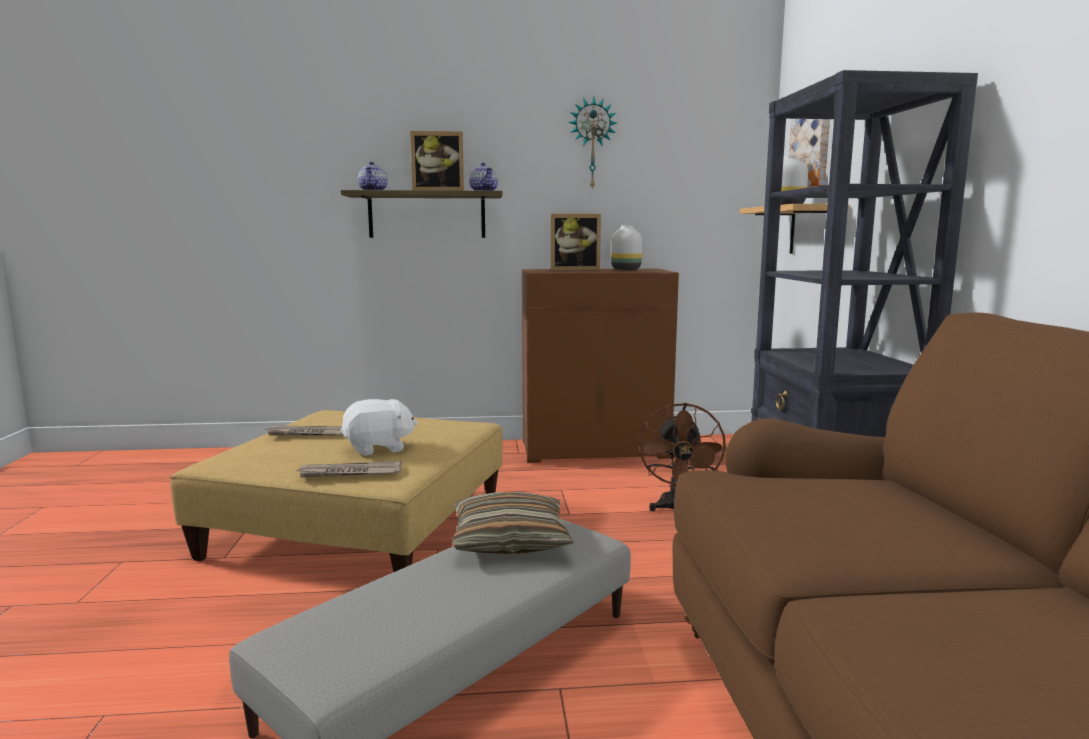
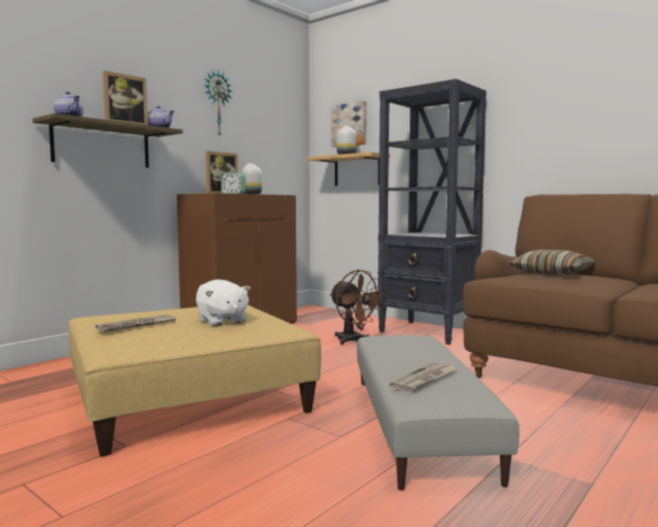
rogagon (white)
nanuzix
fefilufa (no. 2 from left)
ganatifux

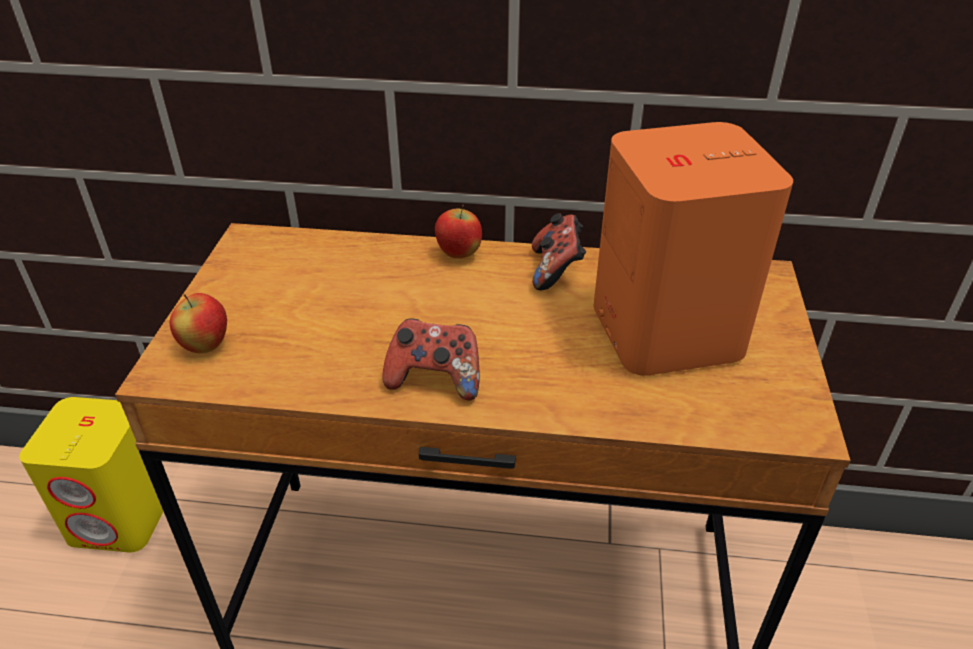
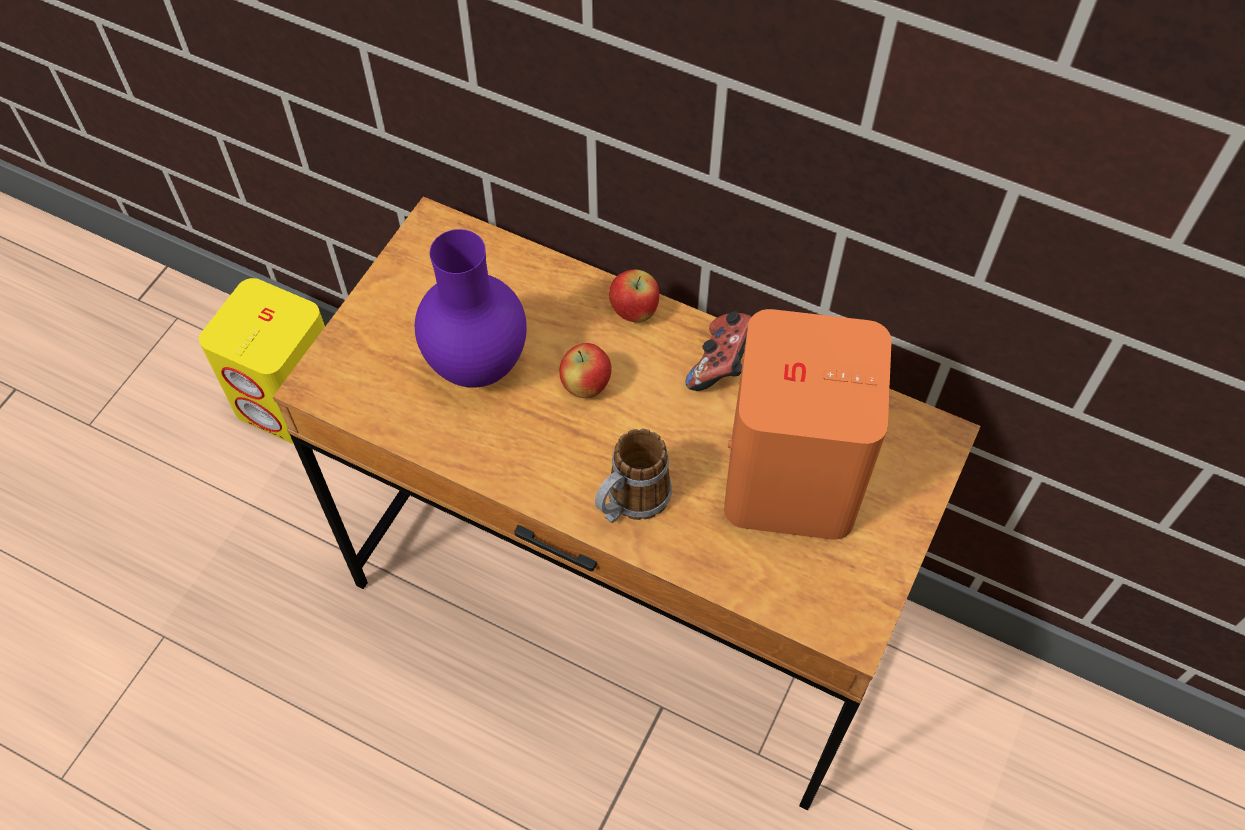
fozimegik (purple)
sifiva (no. 1 from left)
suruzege
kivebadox (no. 1 from left in the first image)

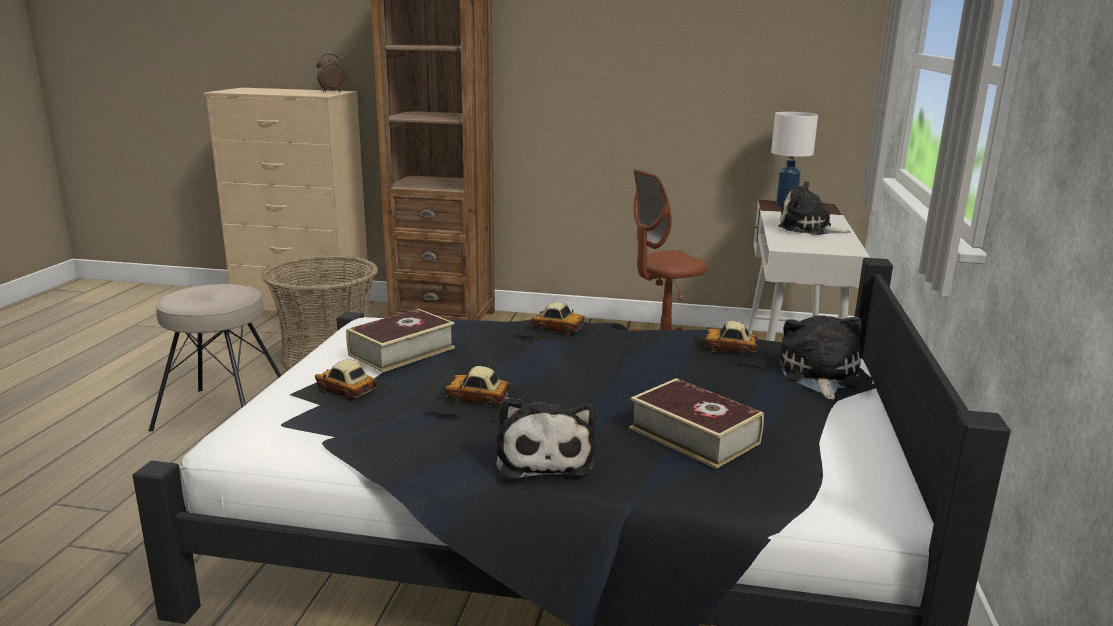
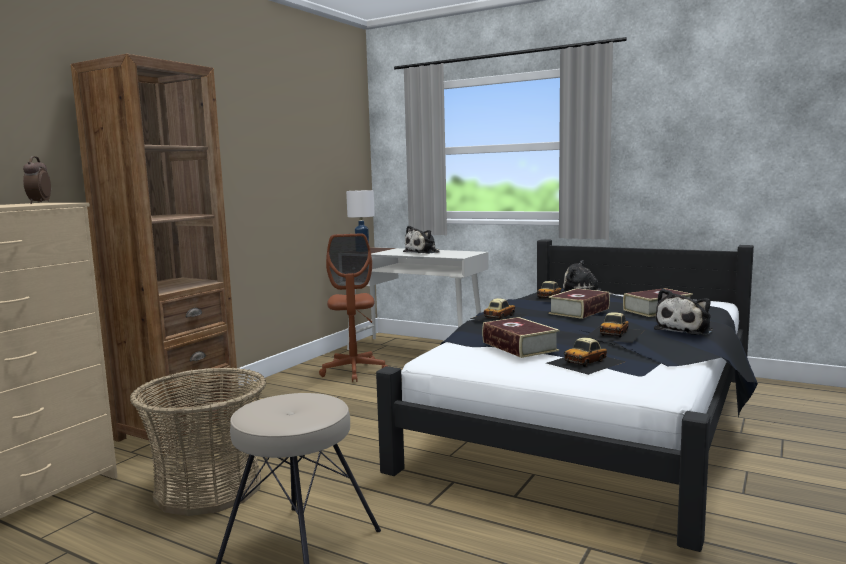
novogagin (no. 2 from left)
rogagon (no. 3 from left)

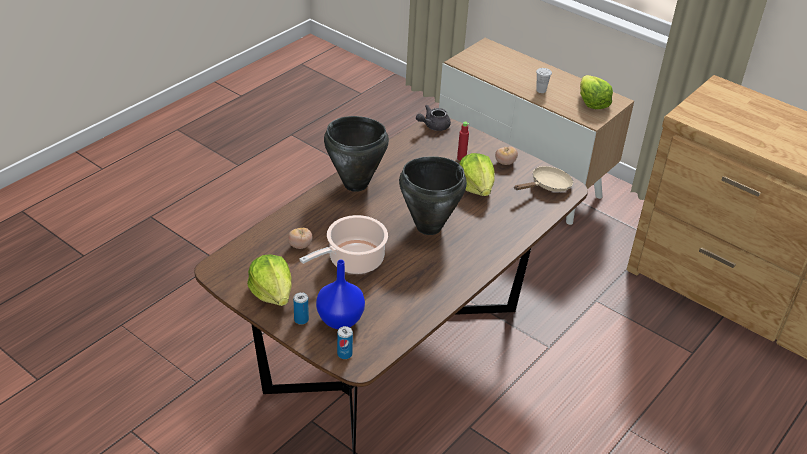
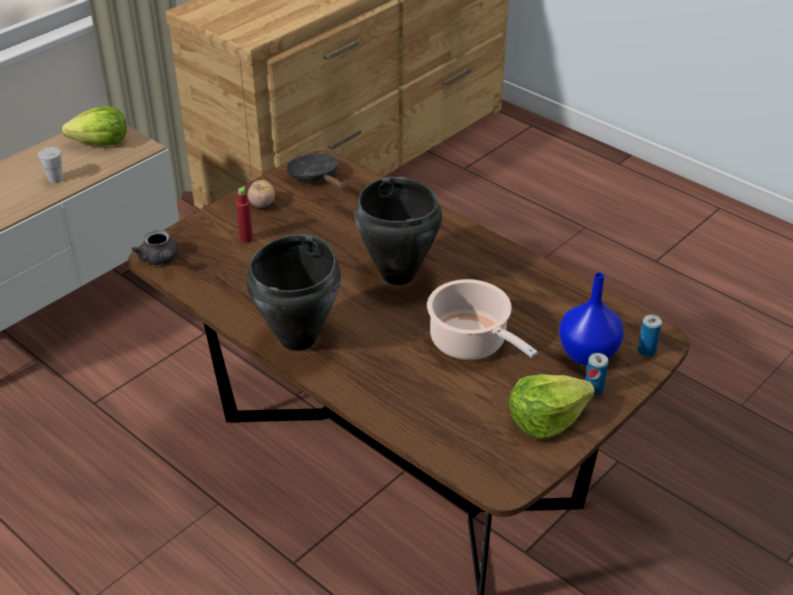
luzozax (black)
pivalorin (no. 1 from left in the first image)
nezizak (no. 2 from left in the first image)

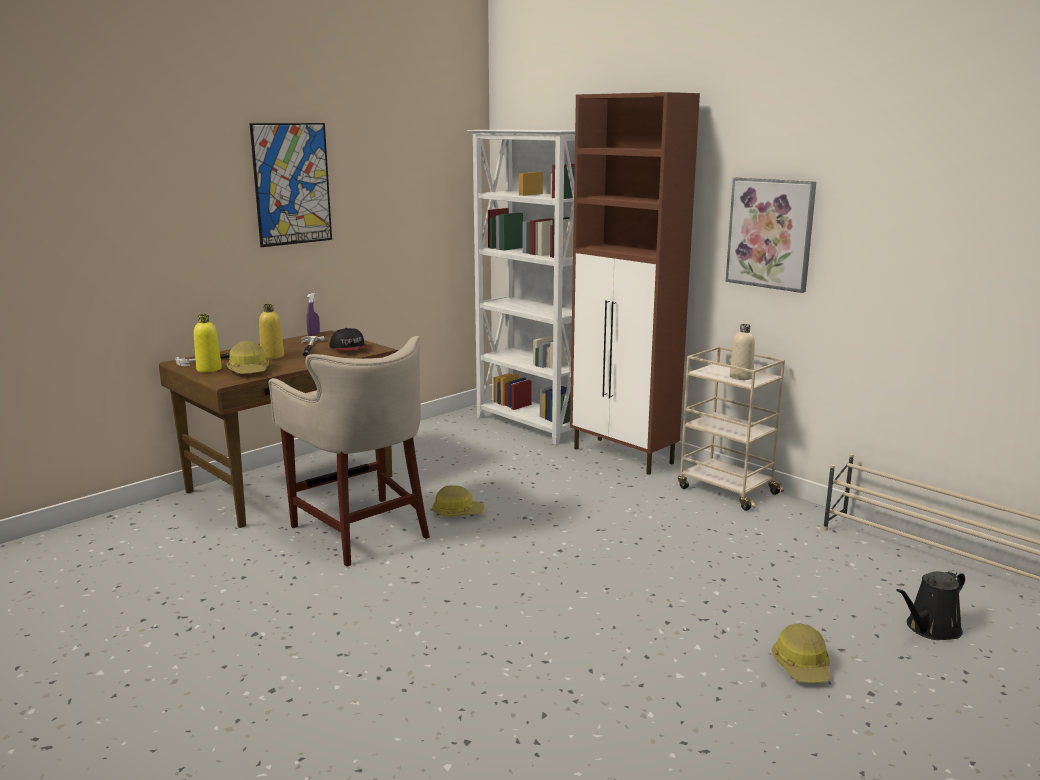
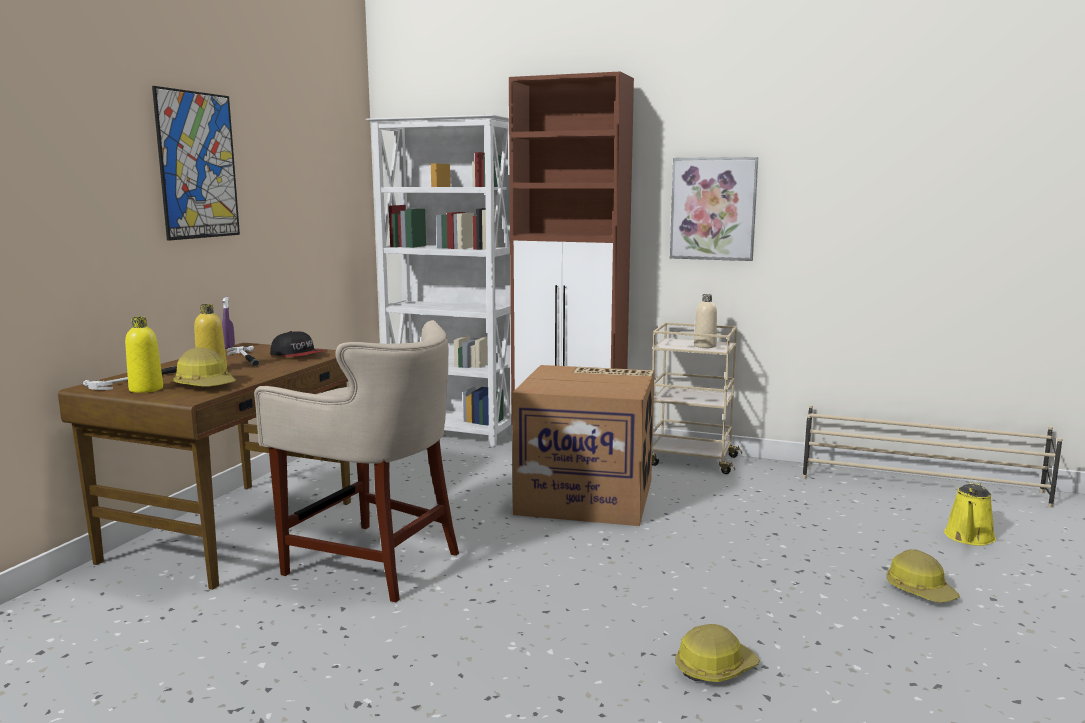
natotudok
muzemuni (no. 2 from left)
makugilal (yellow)

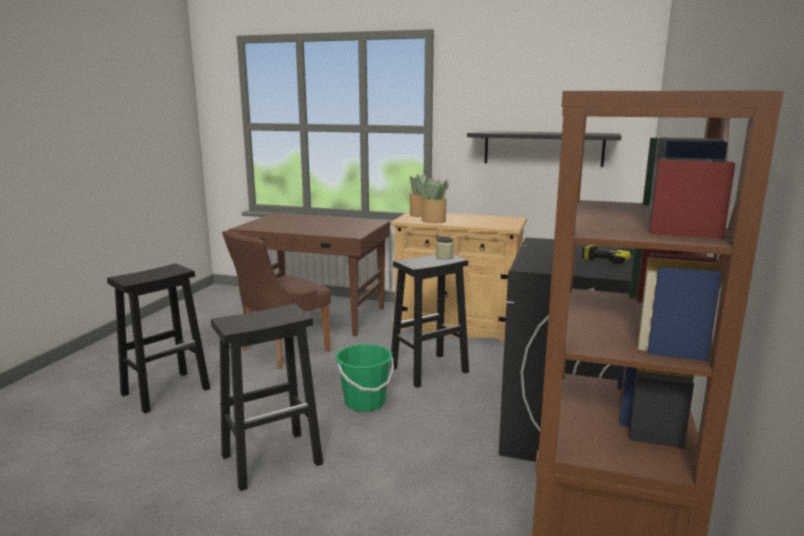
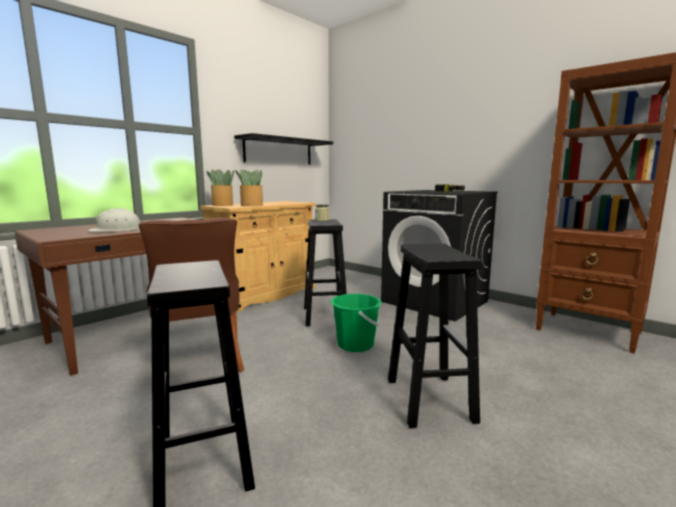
muzemuni (white)

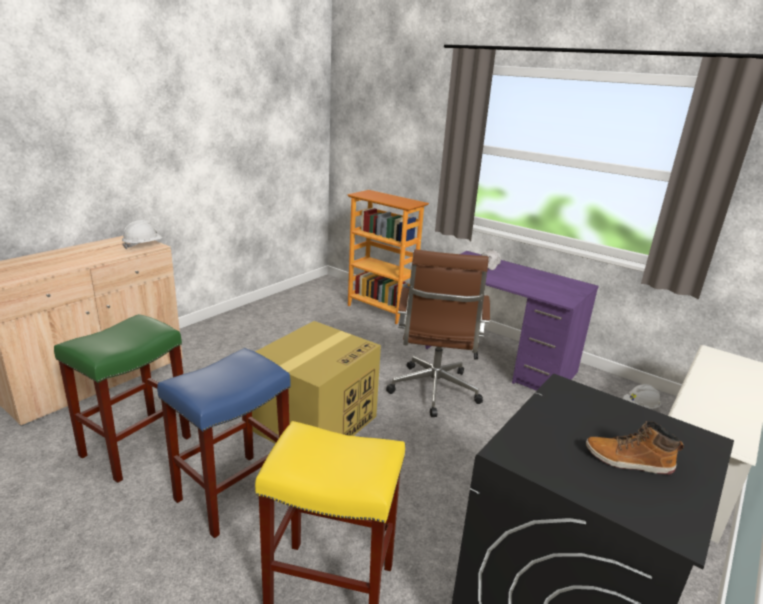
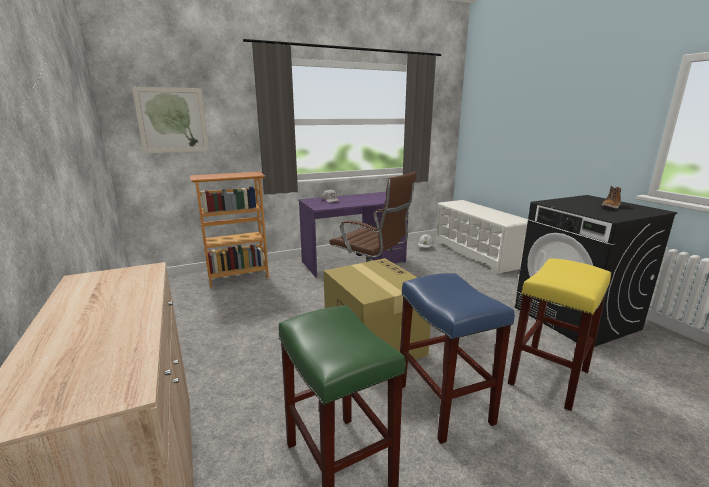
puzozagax
muzemuni (white) (no. 1 from left in the first image)

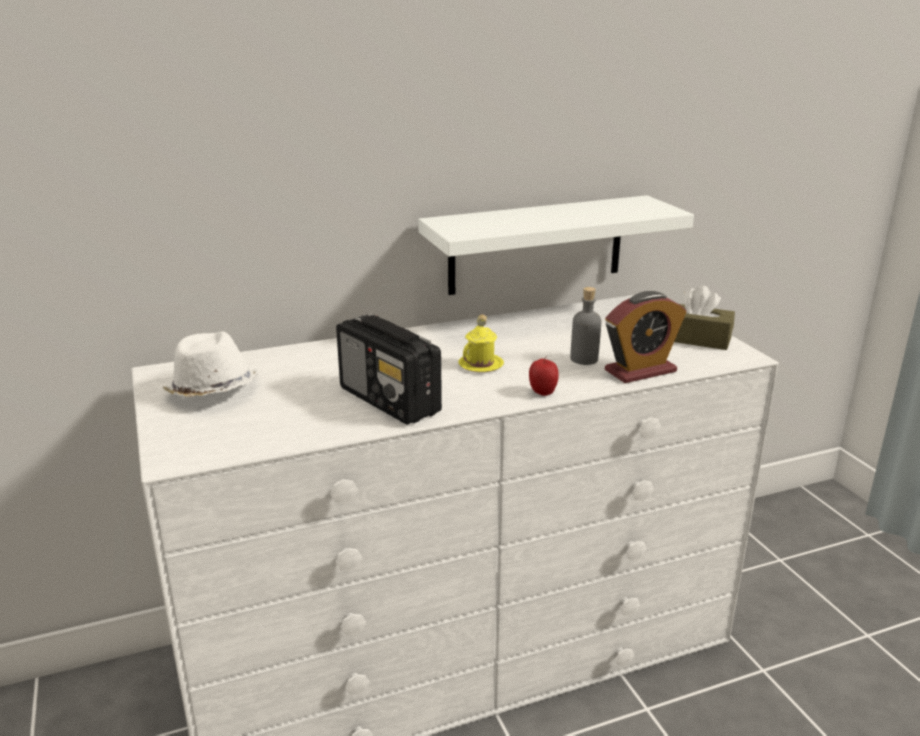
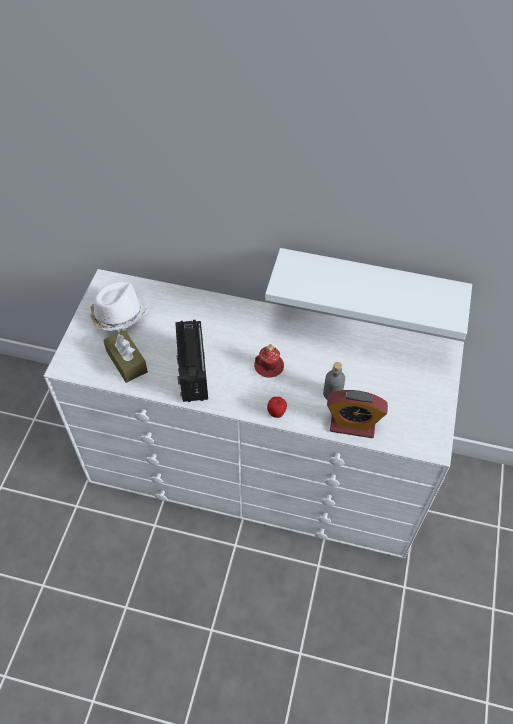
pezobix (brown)
suruzege (red)

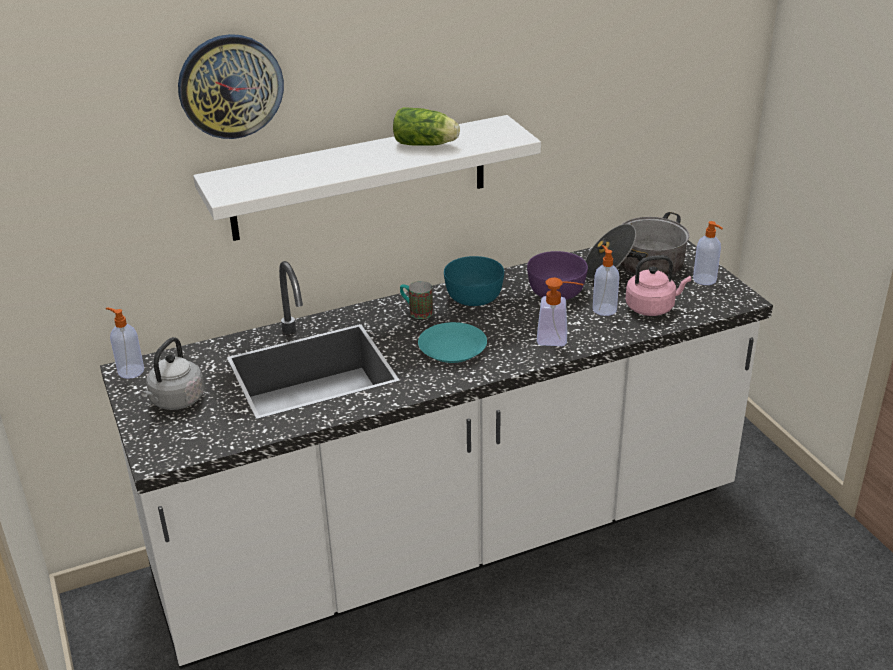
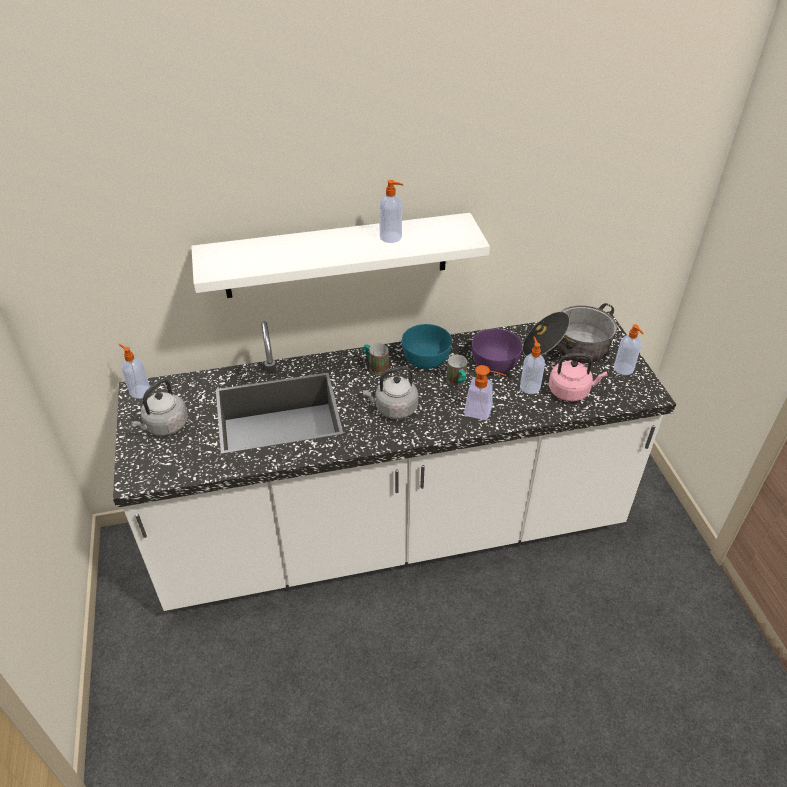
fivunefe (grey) (no. 2 from left)
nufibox (no. 2 from left)
suruzege (no. 2 from left)
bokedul

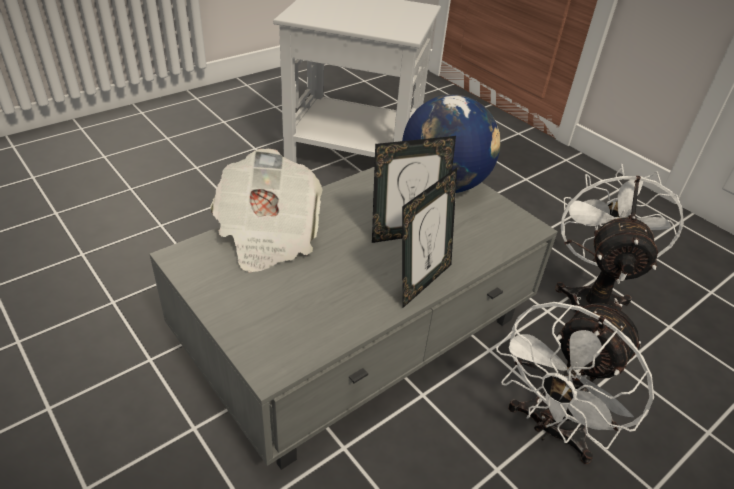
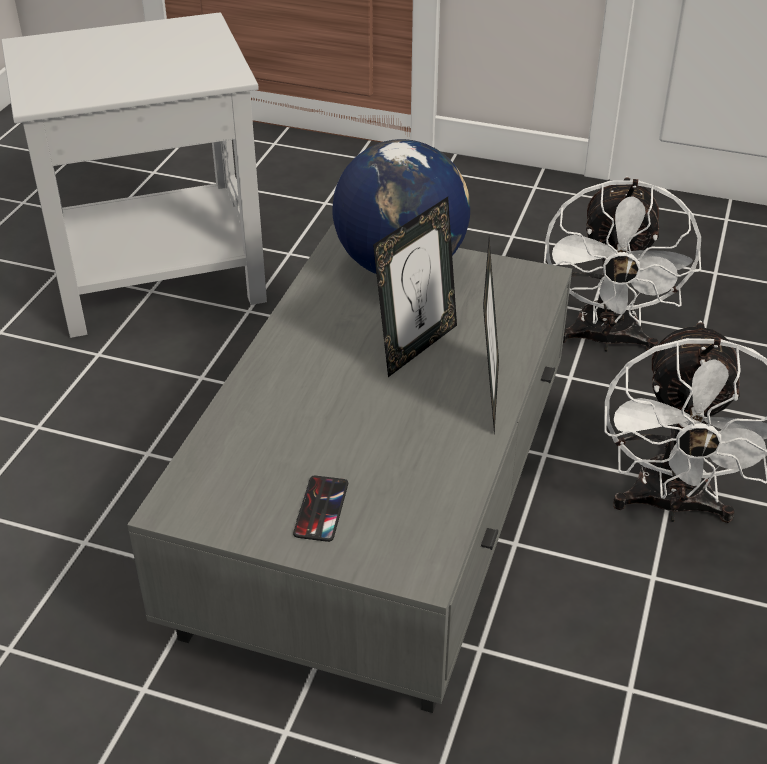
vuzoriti
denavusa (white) (no. 1 from left)
fefilufa

